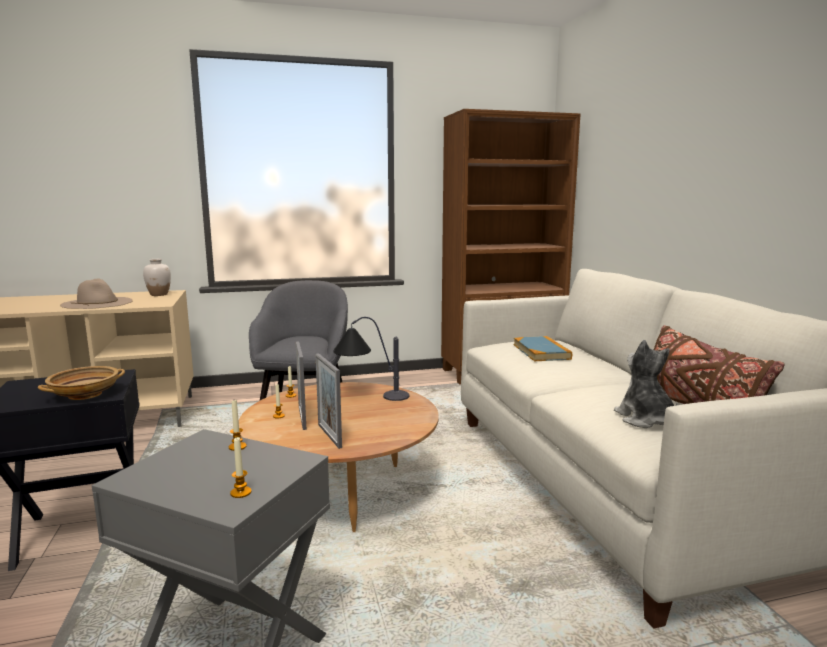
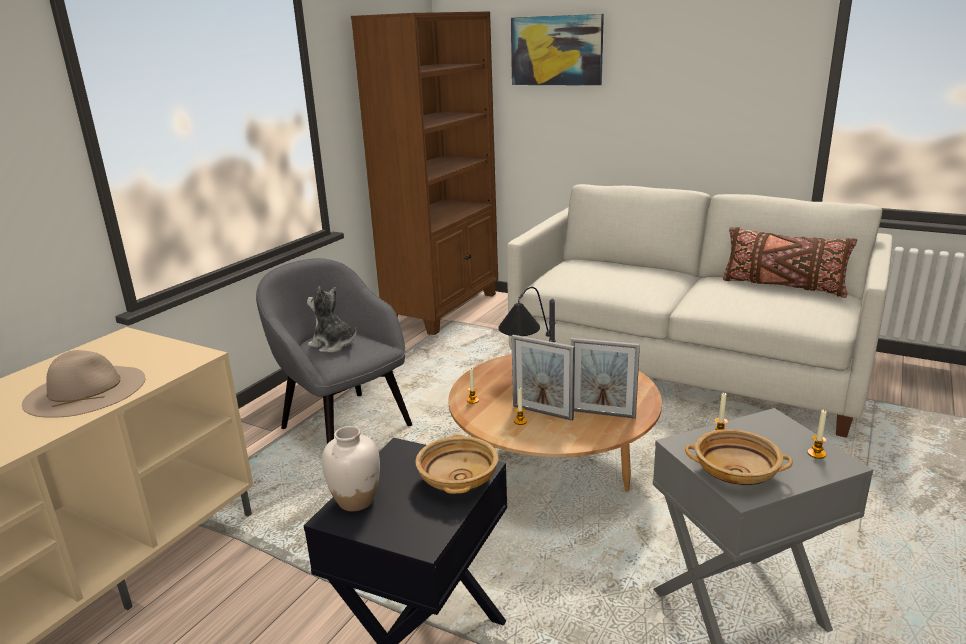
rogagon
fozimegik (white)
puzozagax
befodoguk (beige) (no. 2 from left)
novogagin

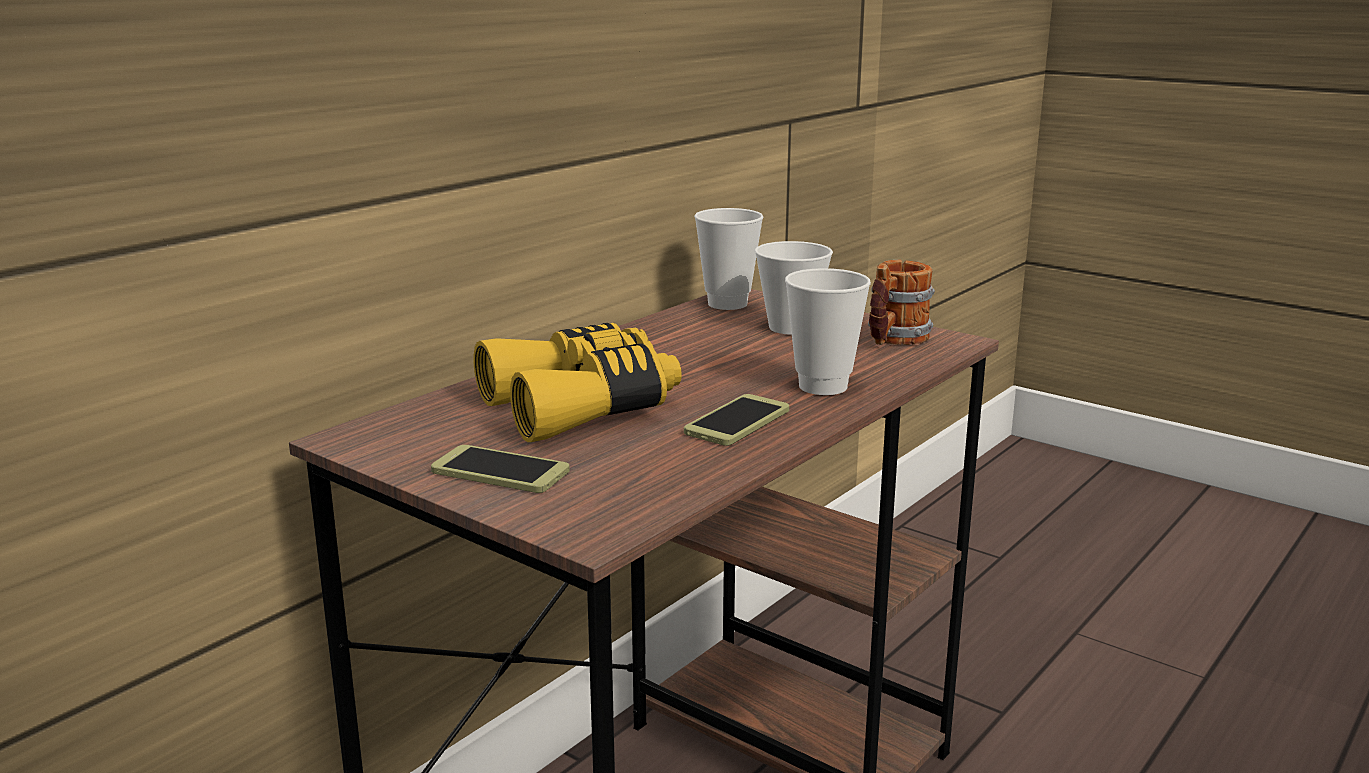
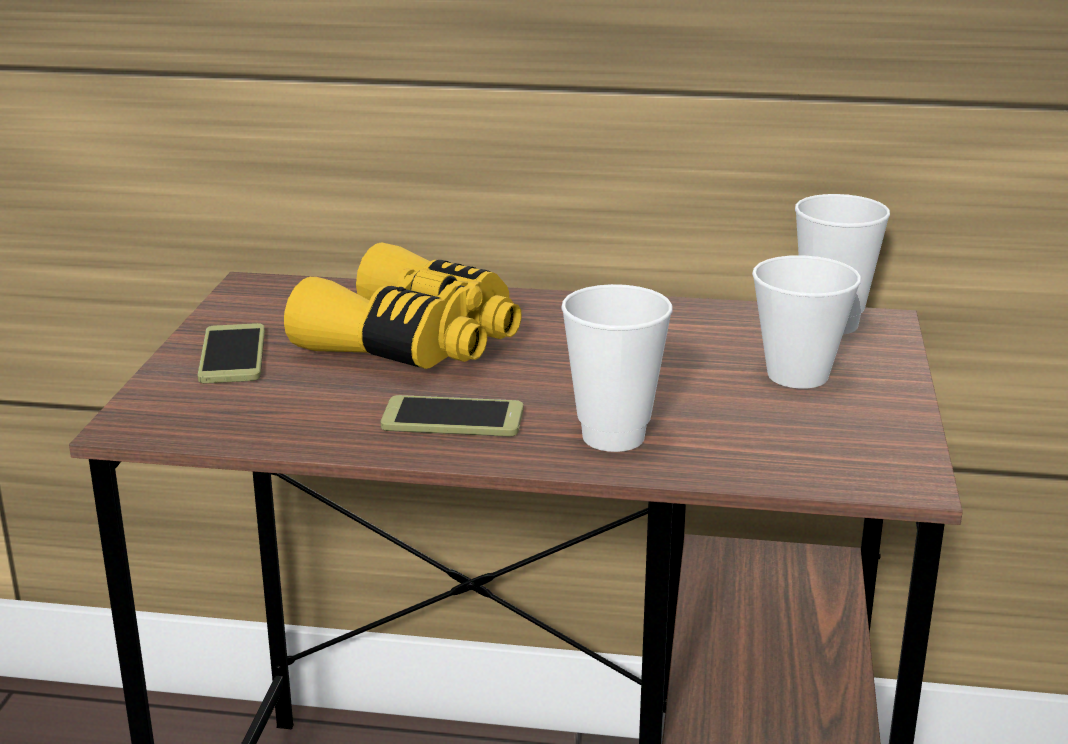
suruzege

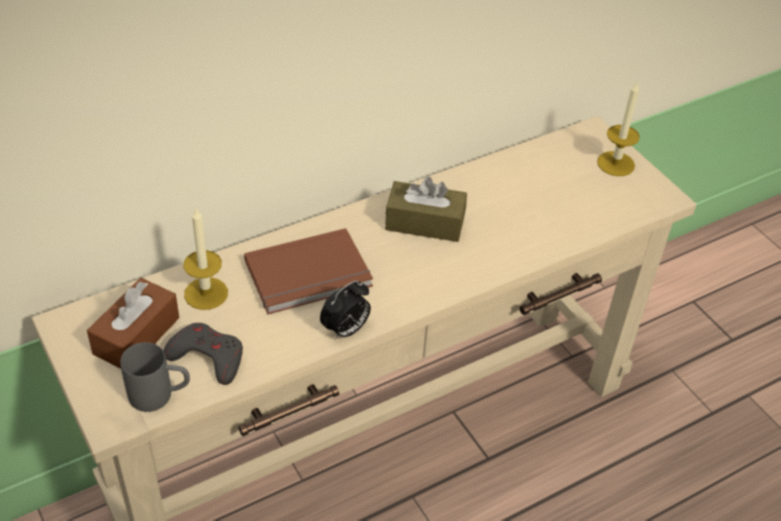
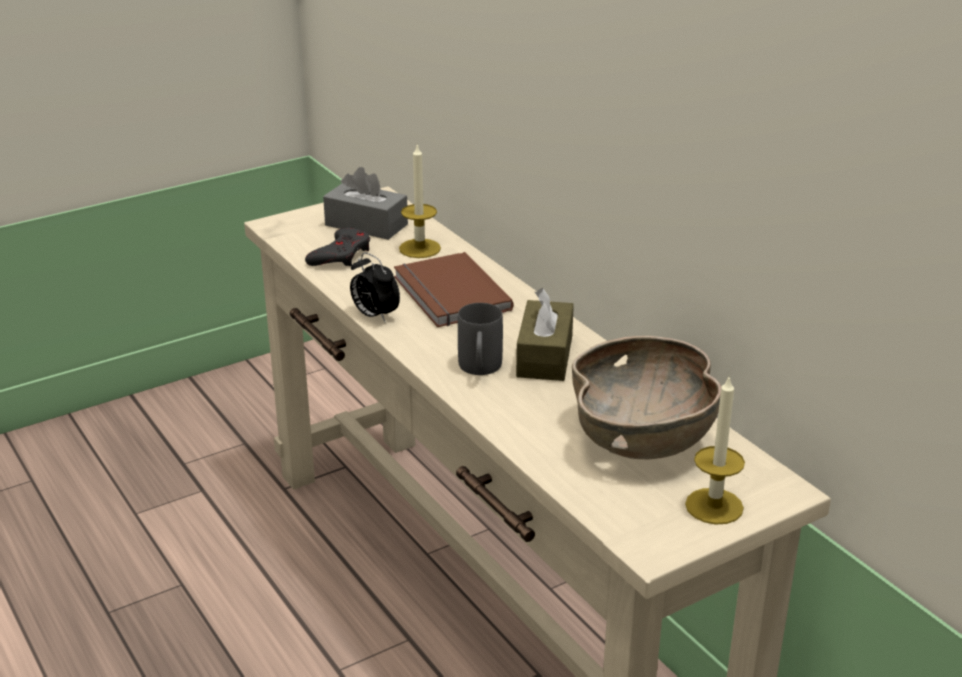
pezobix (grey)
suruzege (grey)
befodoguk (brown)

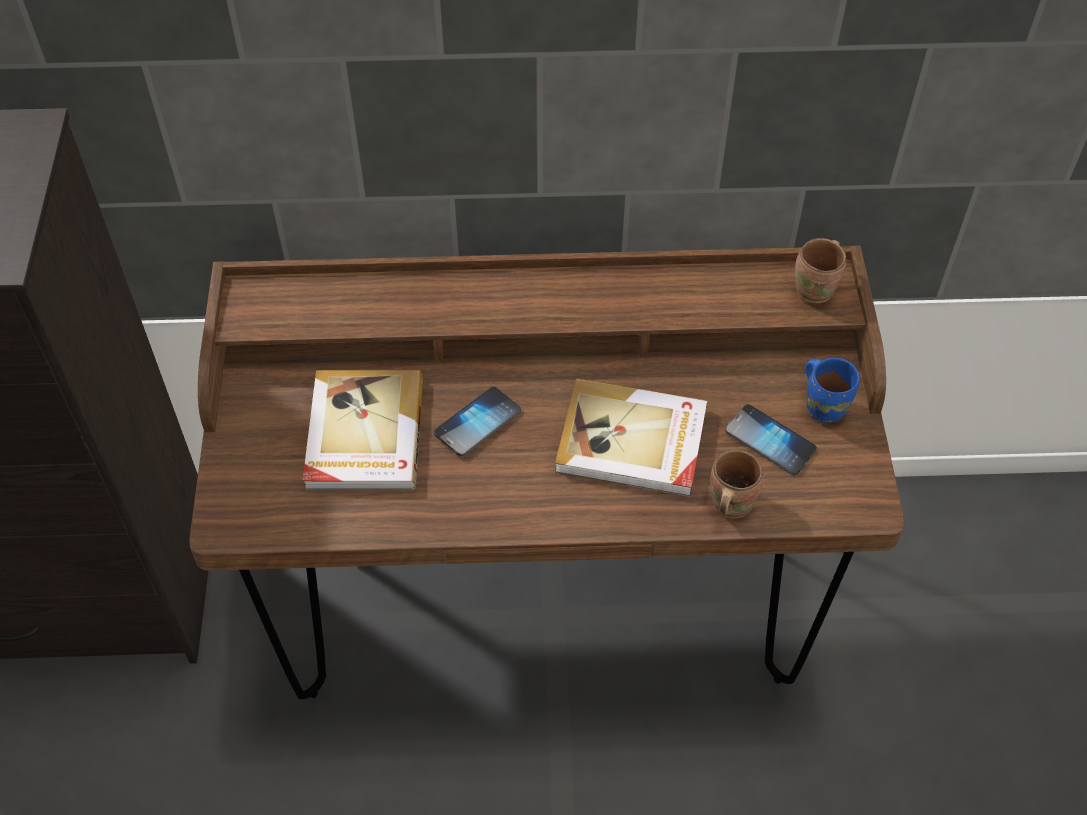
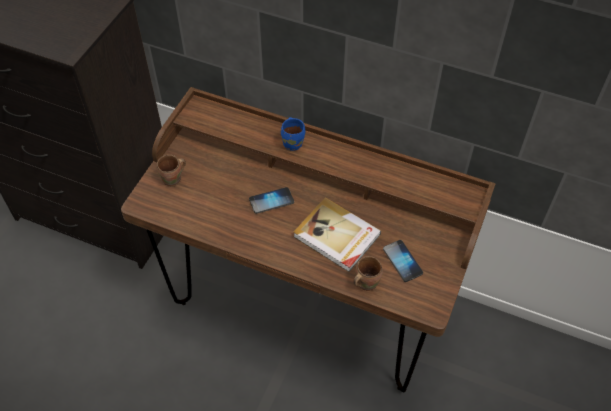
suruzege (brown) (no. 1 from left)
suruzege (blue)
novogagin (no. 1 from left in the first image)

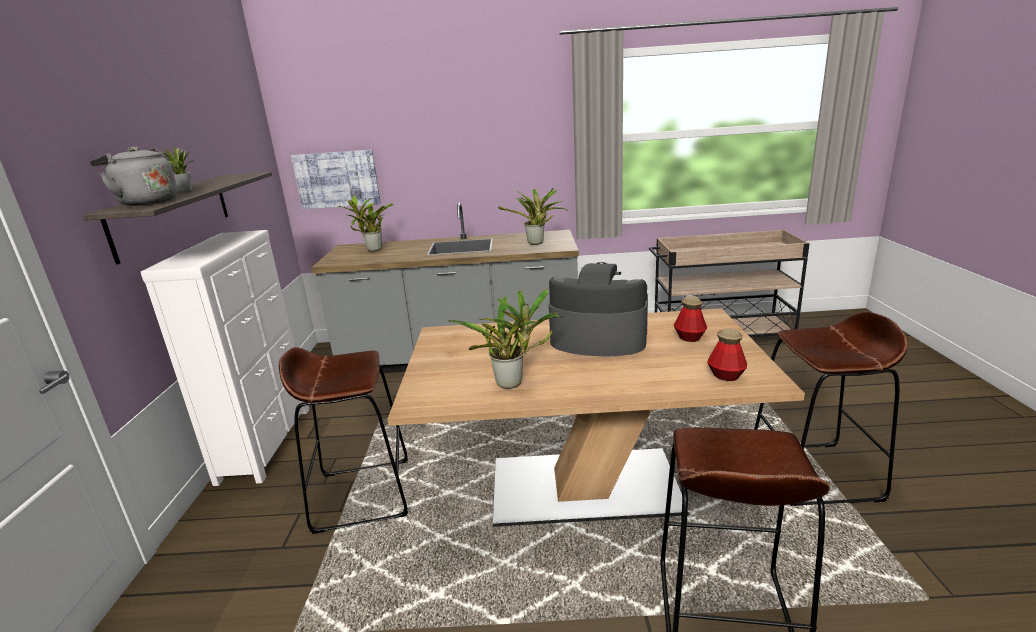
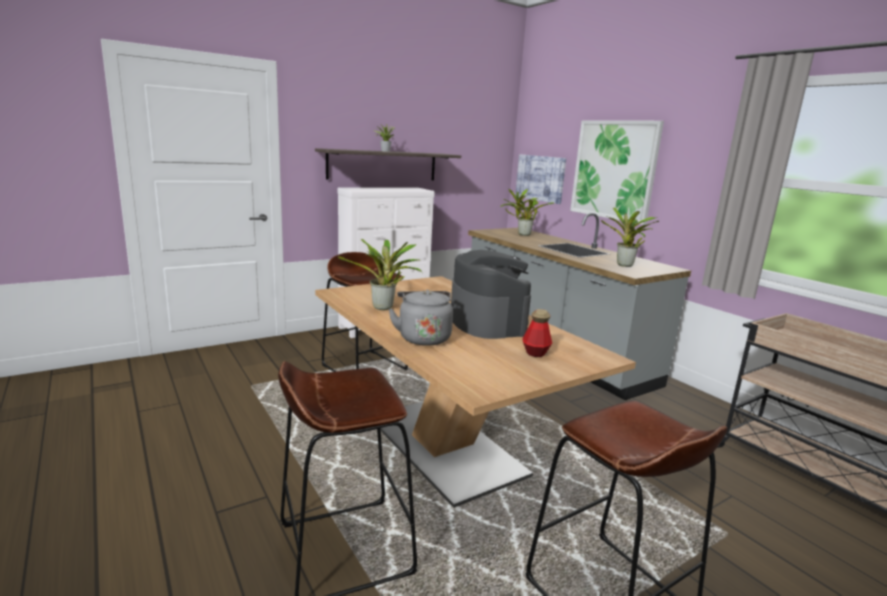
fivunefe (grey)
puzozagax (no. 2 from left)
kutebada (no. 2 from left in the first image)

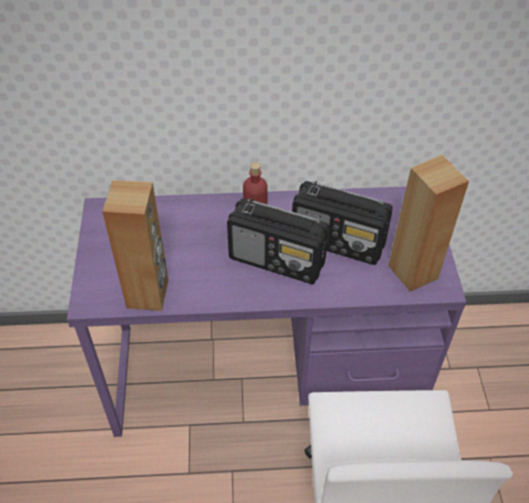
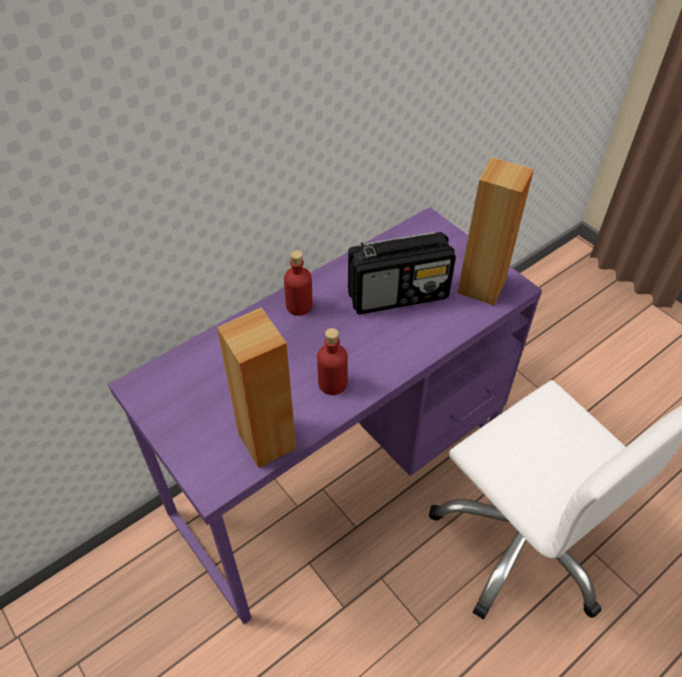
kutebada (red) (no. 2 from left)
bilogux (no. 1 from left in the first image)

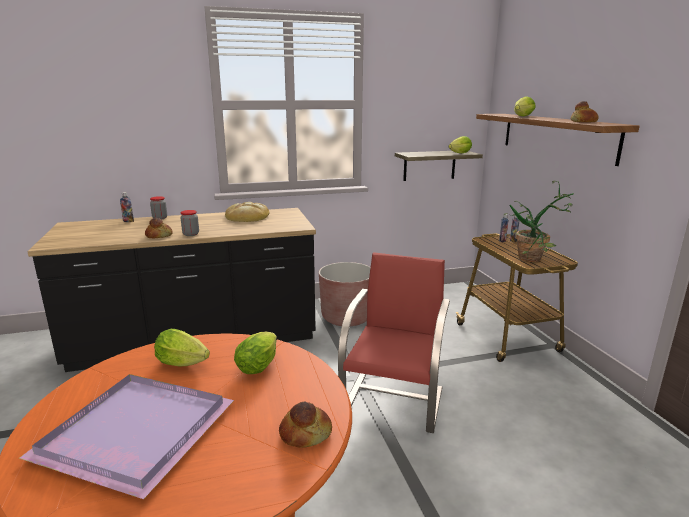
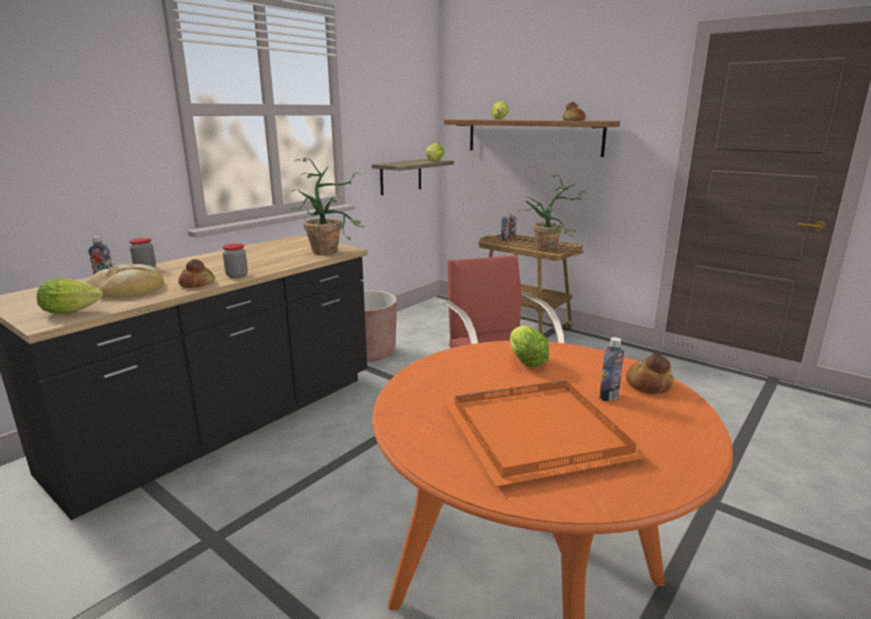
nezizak (no. 1 from left)
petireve (no. 1 from left)
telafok (no. 1 from left)
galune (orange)
kutebada (no. 4 from left)

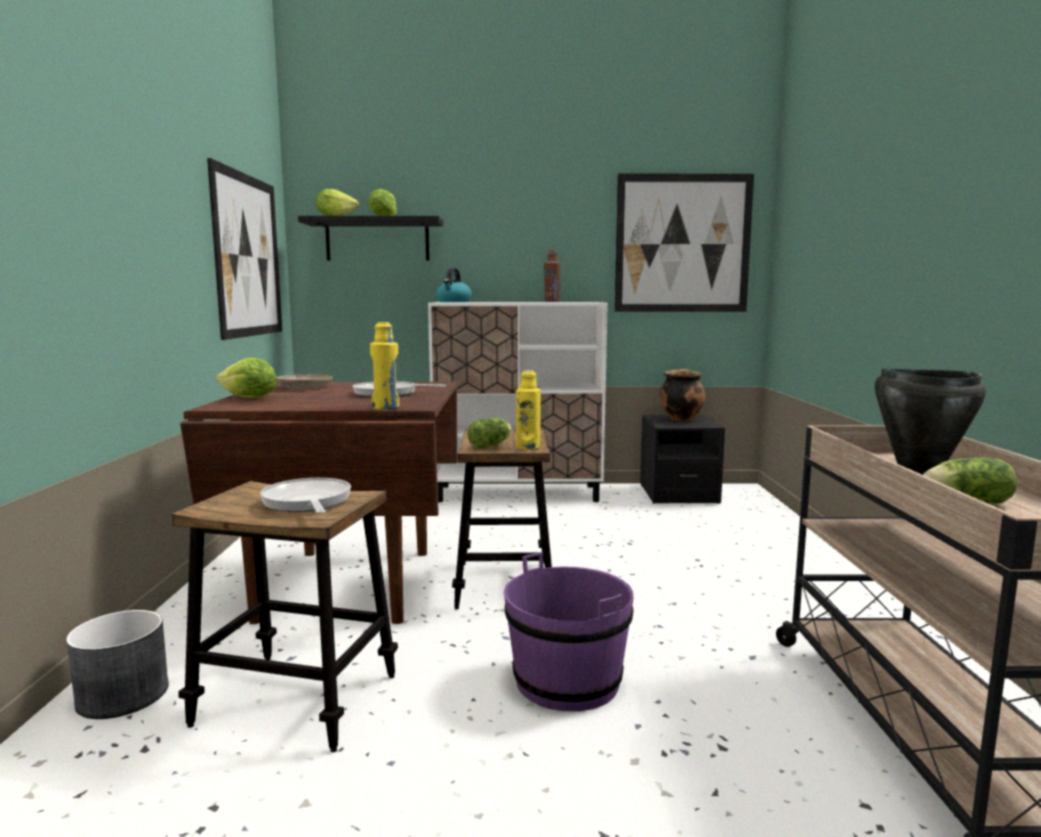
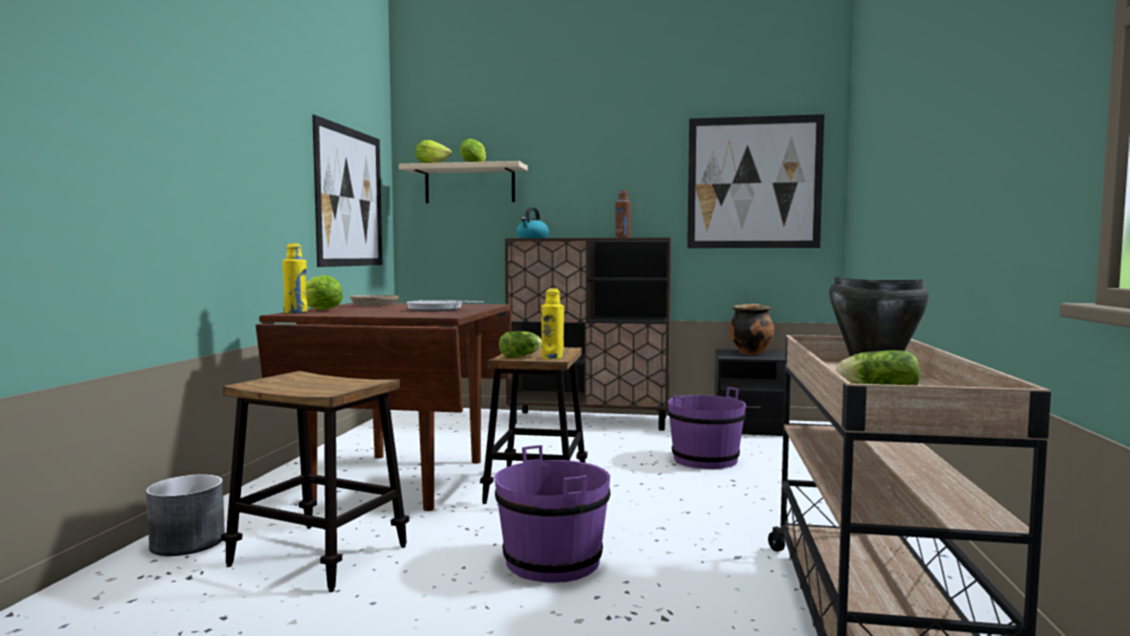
kutebada (yellow) (no. 1 from left)
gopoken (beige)
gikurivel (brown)
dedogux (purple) (no. 2 from left)
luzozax (no. 1 from left in the first image)

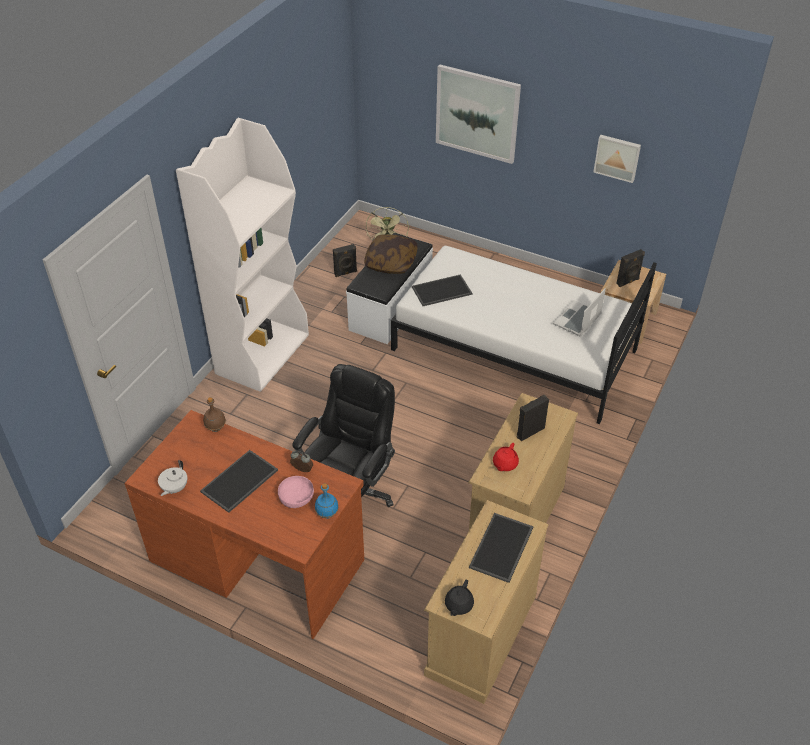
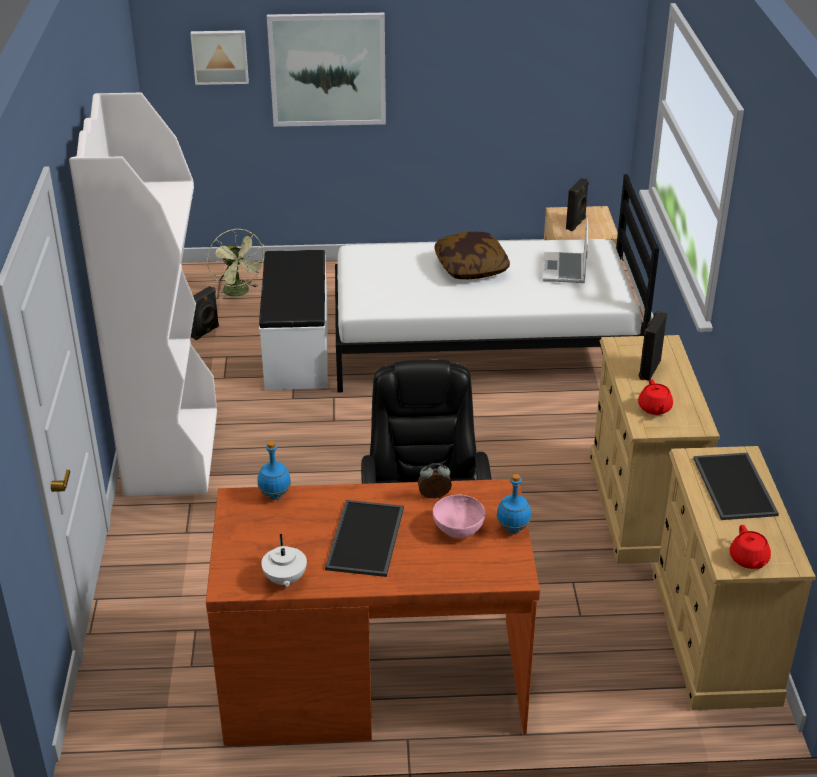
puzozagax (no. 1 from left)
kutebada (blue) (no. 1 from left)
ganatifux
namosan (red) (no. 2 from left)
galune (no. 2 from left in the first image)

